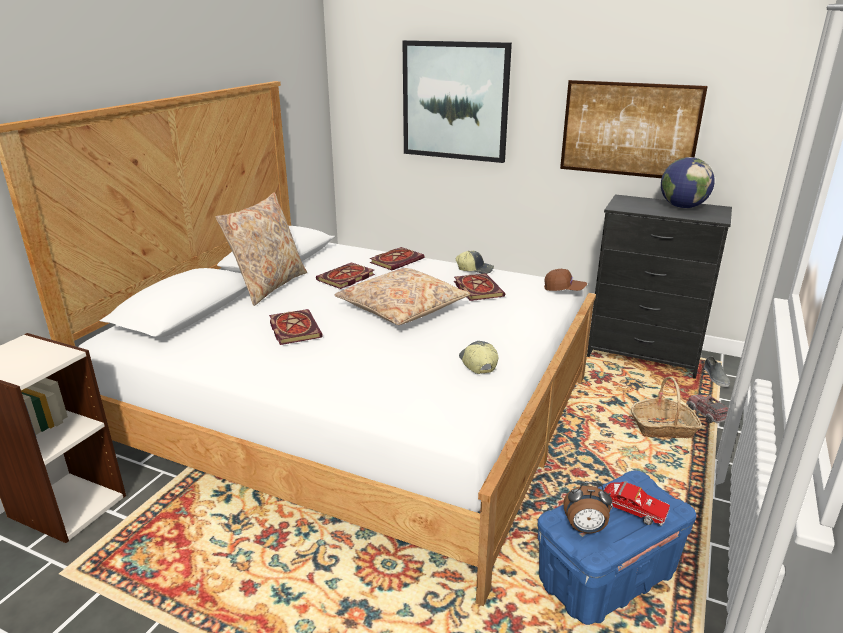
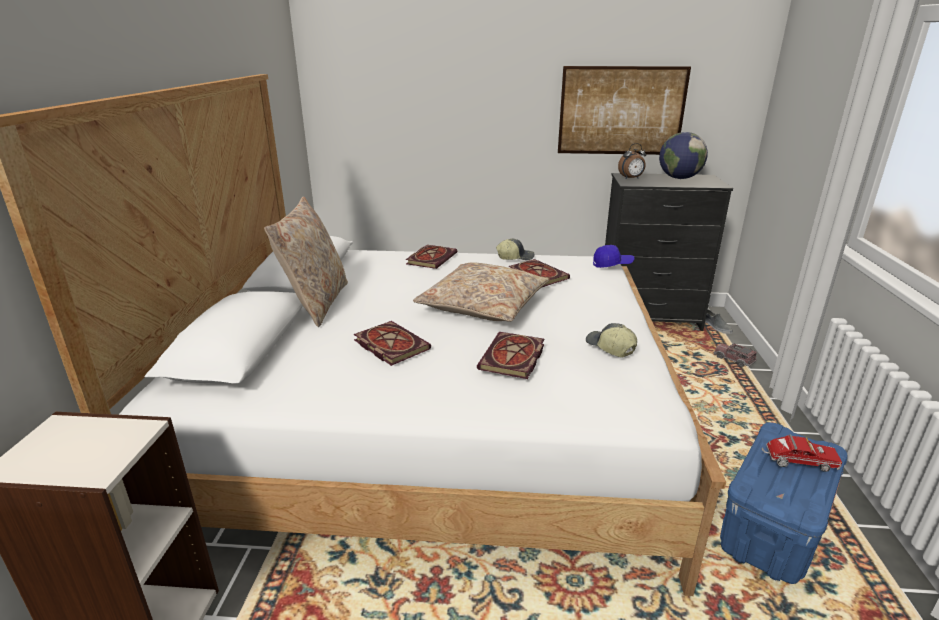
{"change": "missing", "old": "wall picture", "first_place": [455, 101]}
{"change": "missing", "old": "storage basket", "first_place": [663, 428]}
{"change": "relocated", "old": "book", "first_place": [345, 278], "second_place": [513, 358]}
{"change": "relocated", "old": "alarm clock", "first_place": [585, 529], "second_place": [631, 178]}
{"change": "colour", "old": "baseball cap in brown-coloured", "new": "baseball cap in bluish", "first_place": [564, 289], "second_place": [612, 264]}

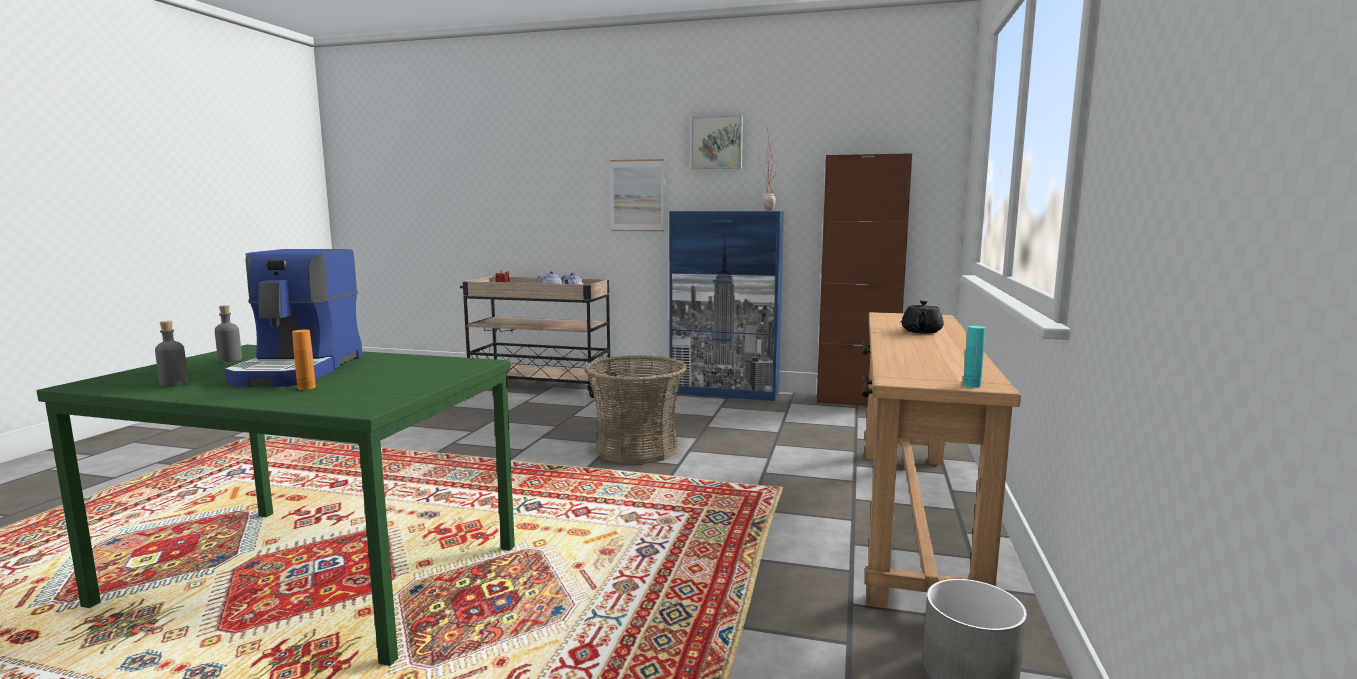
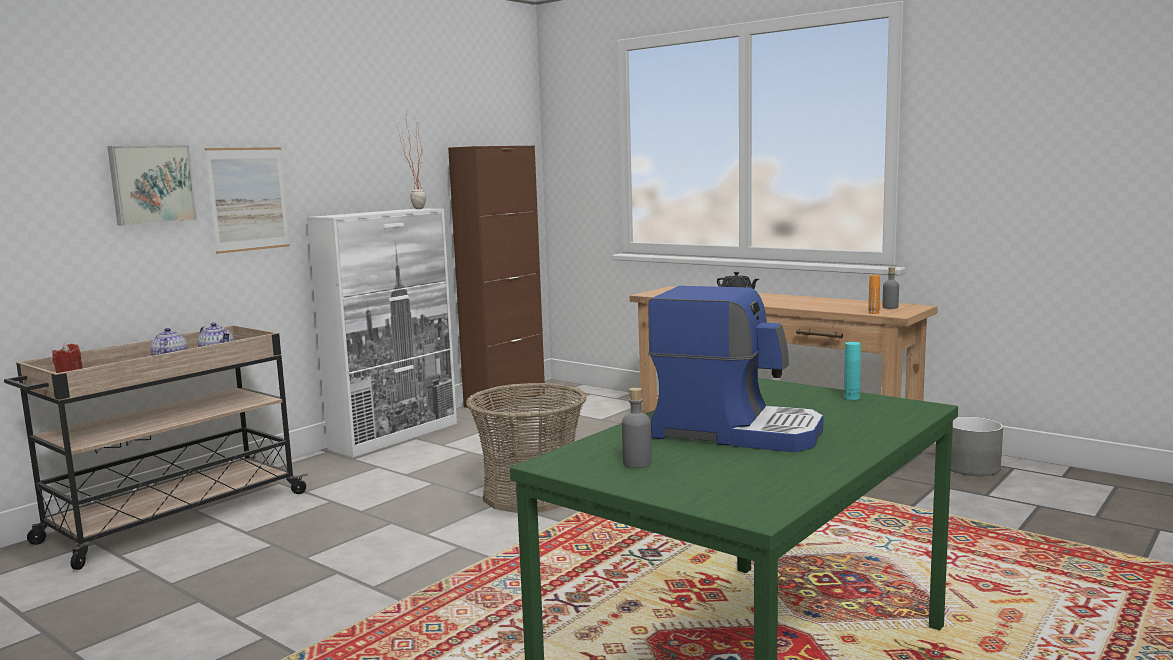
{"change": "relocated", "old": "bottle in grey", "first_place": [174, 383], "second_place": [890, 307]}
{"change": "relocated", "old": "bottle in orangey", "first_place": [306, 388], "second_place": [873, 313]}
{"change": "relocated", "old": "wall picture", "first_place": [717, 142], "second_place": [151, 184]}
{"change": "relocated", "old": "bottle in turquoise", "first_place": [971, 385], "second_place": [851, 397]}
{"change": "colour", "old": "cupboard in bluish", "new": "cupboard in whitish", "first_place": [725, 393], "second_place": [395, 435]}

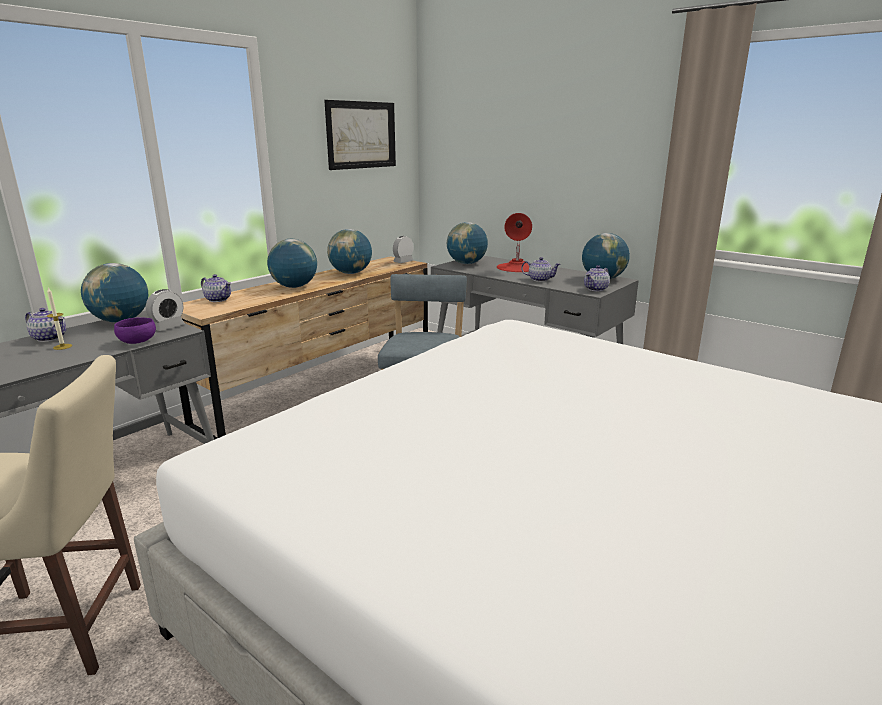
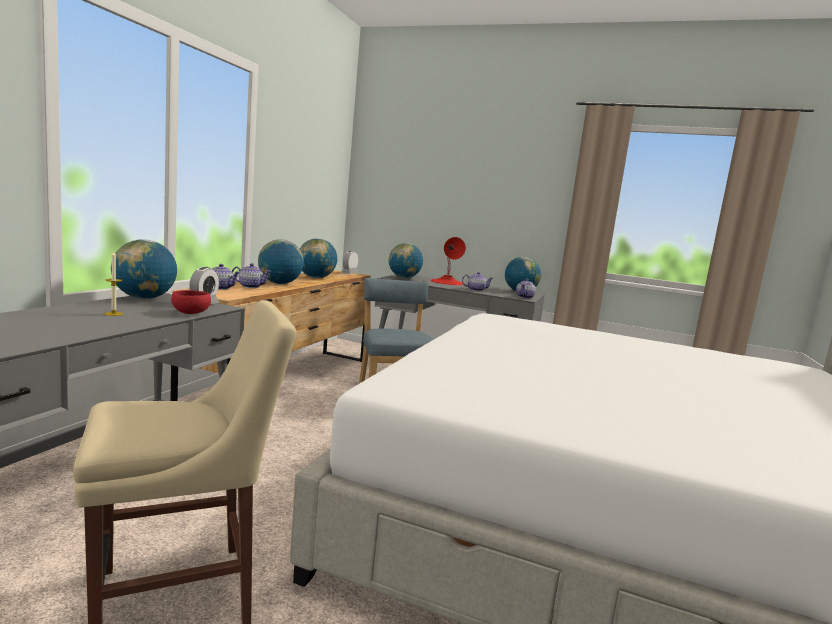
{"change": "missing", "old": "wall picture", "first_place": [361, 135]}
{"change": "relocated", "old": "pot for tea", "first_place": [49, 338], "second_place": [250, 286]}
{"change": "colour", "old": "bowl in purplish", "new": "bowl in reddish", "first_place": [137, 341], "second_place": [190, 313]}

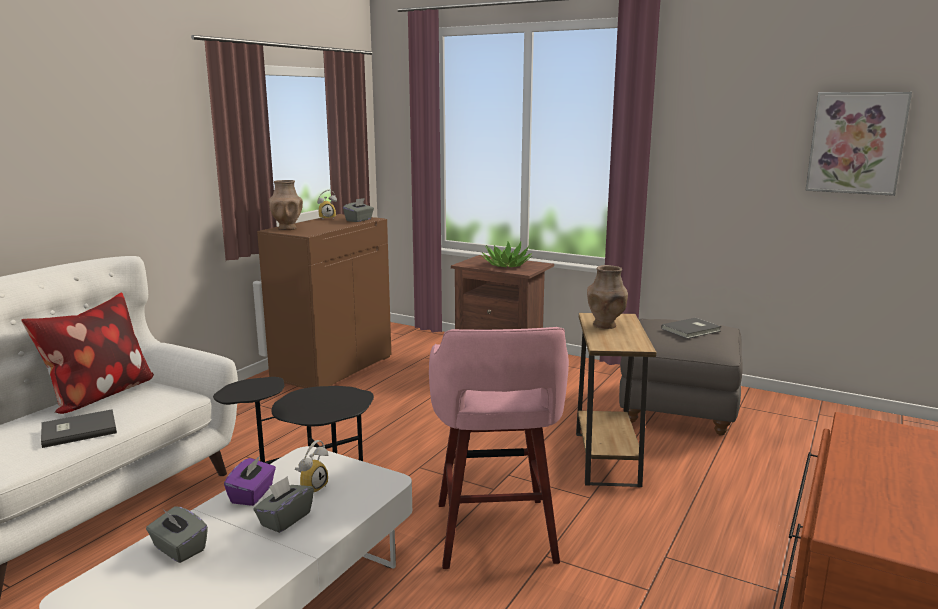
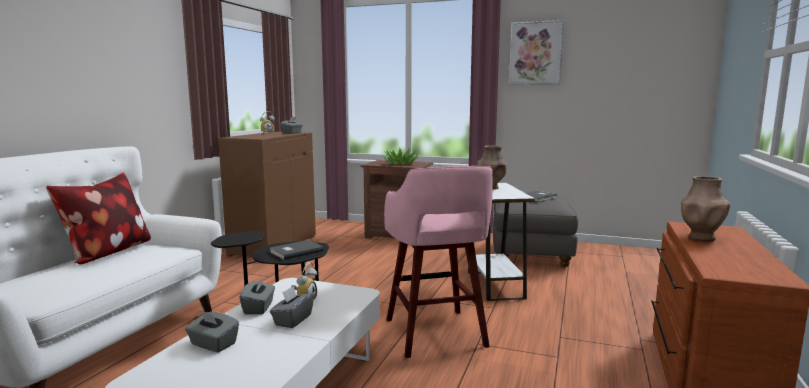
{"change": "relocated", "old": "book in grey", "first_place": [78, 430], "second_place": [295, 251]}
{"change": "relocated", "old": "flower vase in brown-coloured", "first_place": [287, 228], "second_place": [701, 238]}
{"change": "relocated", "old": "wall picture", "first_place": [856, 143], "second_place": [535, 53]}
{"change": "colour", "old": "box of tissues in purplish", "new": "box of tissues in grey", "first_place": [252, 494], "second_place": [259, 308]}
{"change": "colour", "old": "accent table in brown-coloured", "new": "accent table in whitish", "first_place": [606, 458], "second_place": [495, 285]}

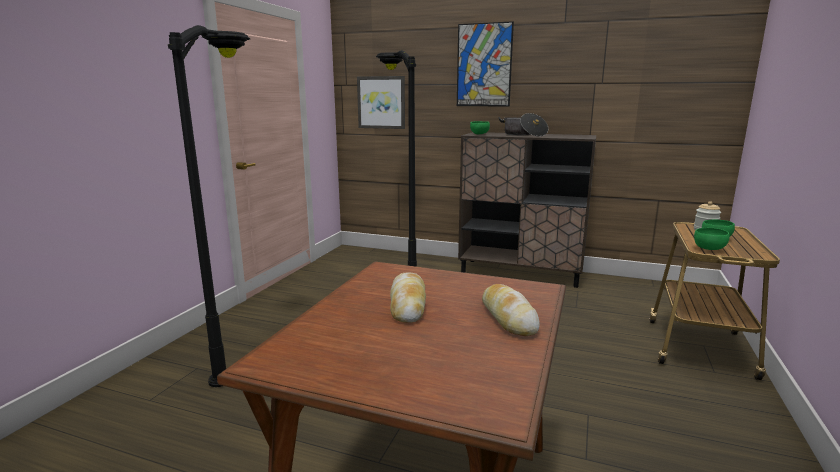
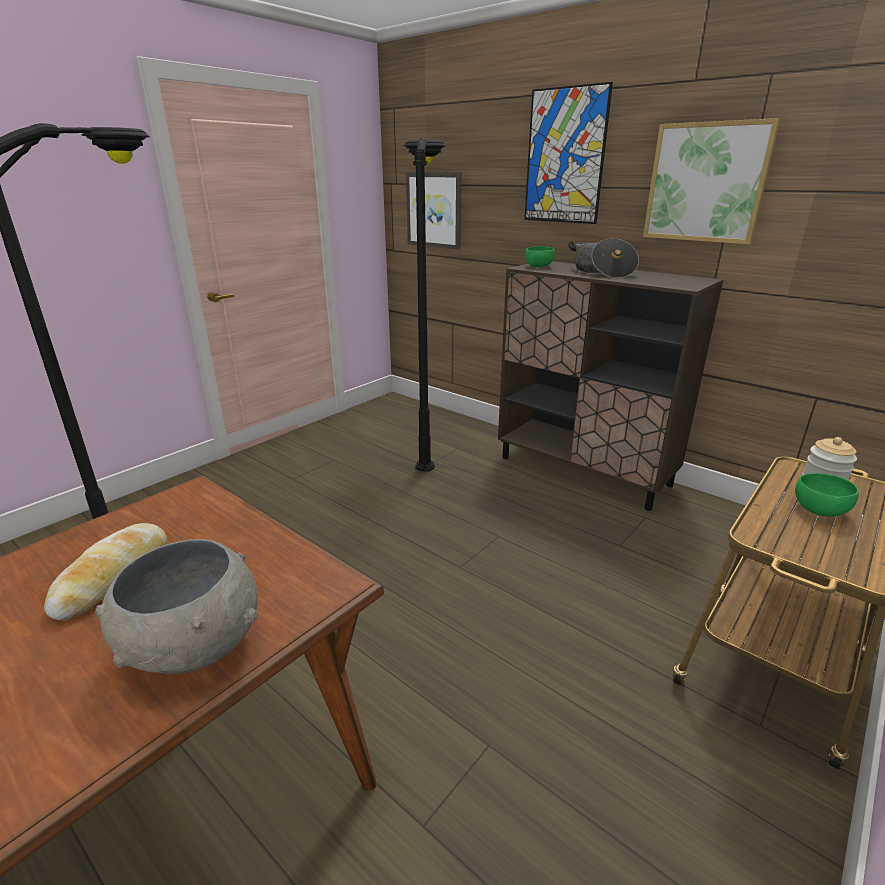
{"change": "missing", "old": "bowl in green", "first_place": [709, 249]}
{"change": "appeared", "new": "wall picture", "second_place": [706, 183]}
{"change": "exchanged", "old": "baked bread", "new": "bowl in grey", "first_place": [508, 317], "second_place": [194, 645]}

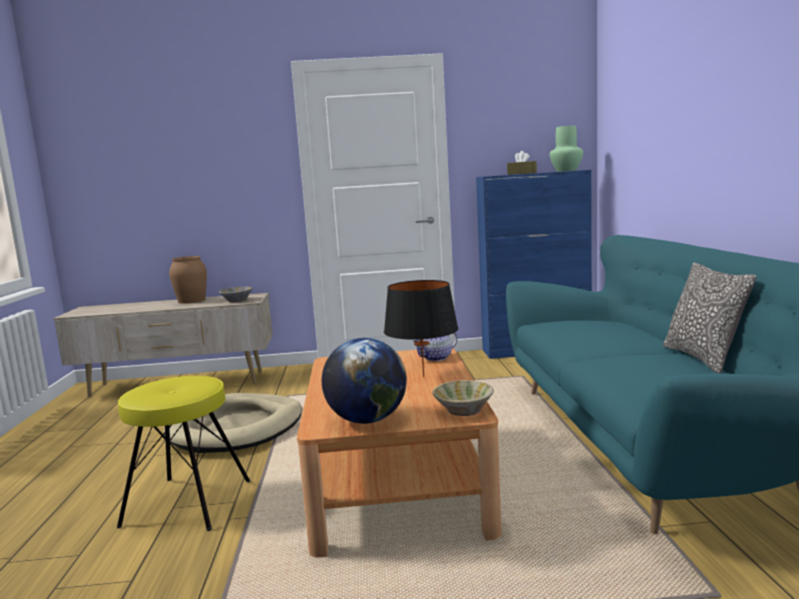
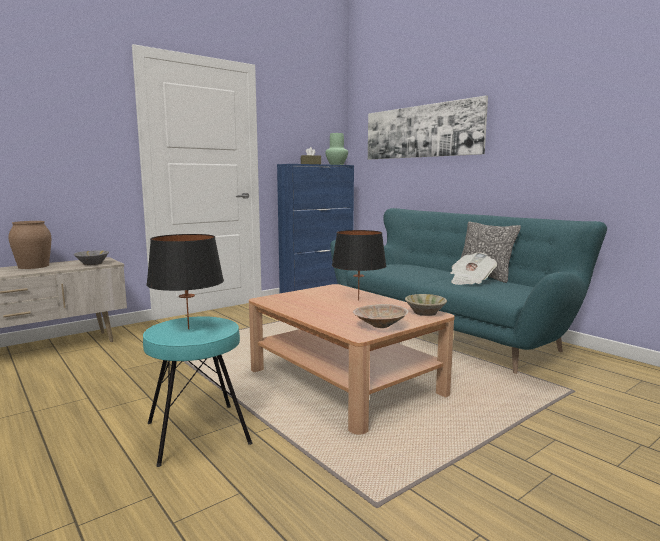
{"change": "missing", "old": "dog bed in sand-coloured", "first_place": [237, 428]}
{"change": "missing", "old": "pot for tea", "first_place": [436, 358]}
{"change": "appeared", "new": "tabletop lamp in black", "second_place": [188, 329]}
{"change": "appeared", "new": "wall picture", "second_place": [421, 131]}
{"change": "appeared", "new": "daily paper", "second_place": [470, 281]}
{"change": "exchanged", "old": "world globe", "new": "bowl in sand-coloured", "first_place": [367, 420], "second_place": [379, 326]}
{"change": "colour", "old": "stool seat in yellow-coloured", "new": "stool seat in turquoise", "first_place": [188, 502], "second_place": [198, 432]}

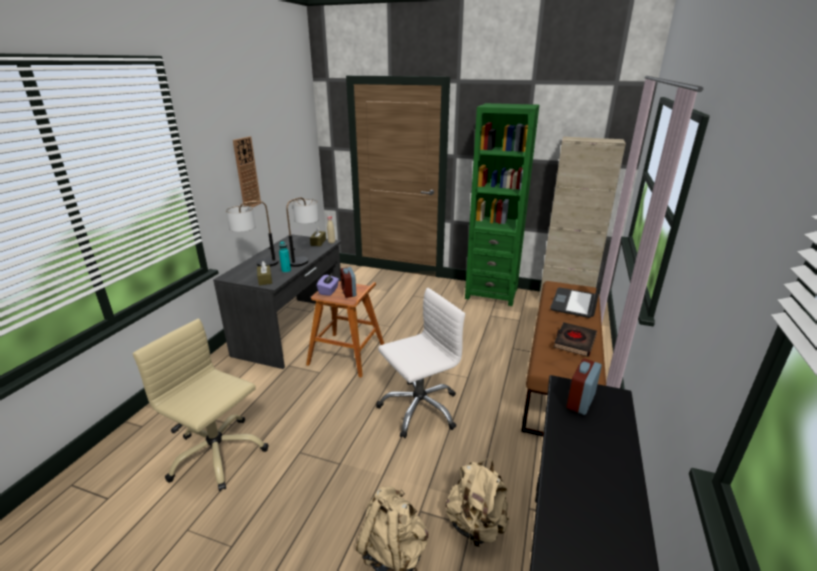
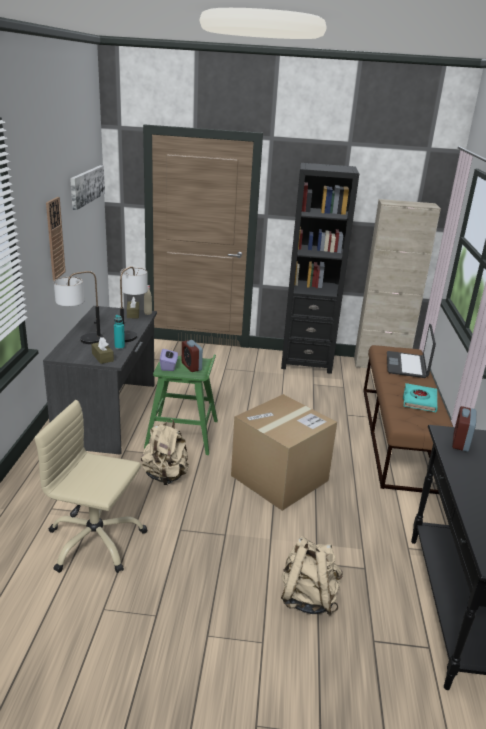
{"change": "appeared", "new": "wall picture", "second_place": [86, 186]}
{"change": "relocated", "old": "rucksack in sand-coloured", "first_place": [476, 525], "second_place": [166, 476]}
{"change": "exchanged", "old": "computer chair in whitish", "new": "cardboard box", "first_place": [419, 408], "second_place": [279, 478]}
{"change": "colour", "old": "stool seat in brown-coloured", "new": "stool seat in green", "first_place": [347, 354], "second_place": [183, 434]}
{"change": "colour", "old": "bookshelf in green", "new": "bookshelf in black", "first_place": [491, 293], "second_place": [306, 362]}
{"change": "colour", "old": "book in black", "new": "book in turquoise", "first_place": [574, 342], "second_place": [419, 400]}

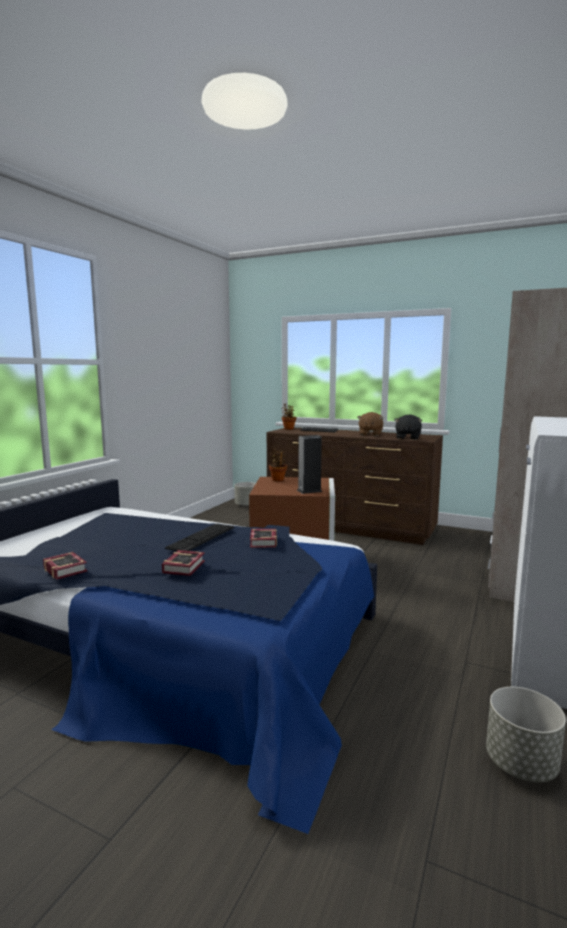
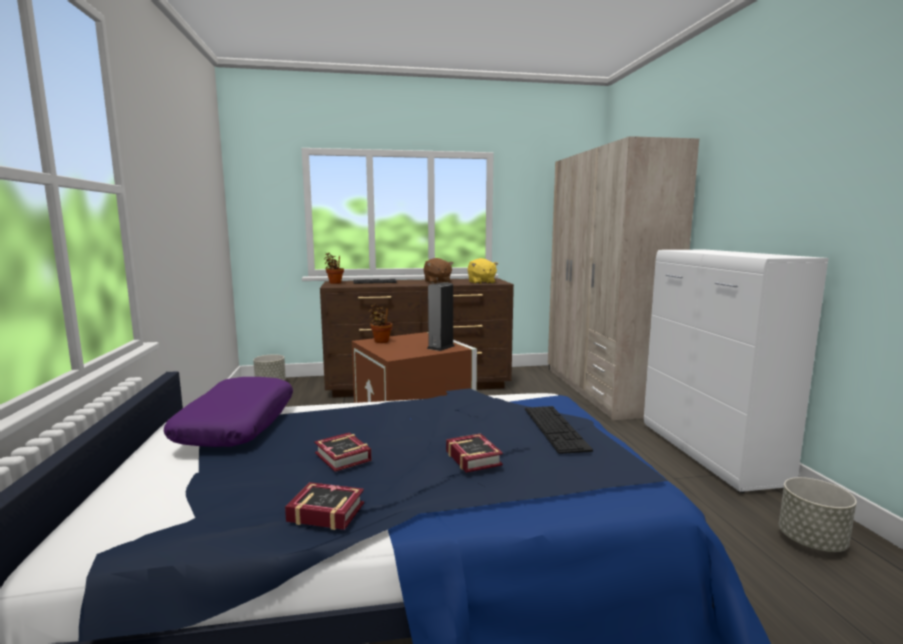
{"change": "appeared", "new": "pillow in purplish", "second_place": [236, 424]}
{"change": "relocated", "old": "computer keyboard", "first_place": [201, 537], "second_place": [555, 428]}
{"change": "relocated", "old": "book", "first_place": [262, 542], "second_place": [342, 458]}
{"change": "colour", "old": "soft toy in black", "new": "soft toy in yellow-coloured", "first_place": [407, 438], "second_place": [481, 282]}

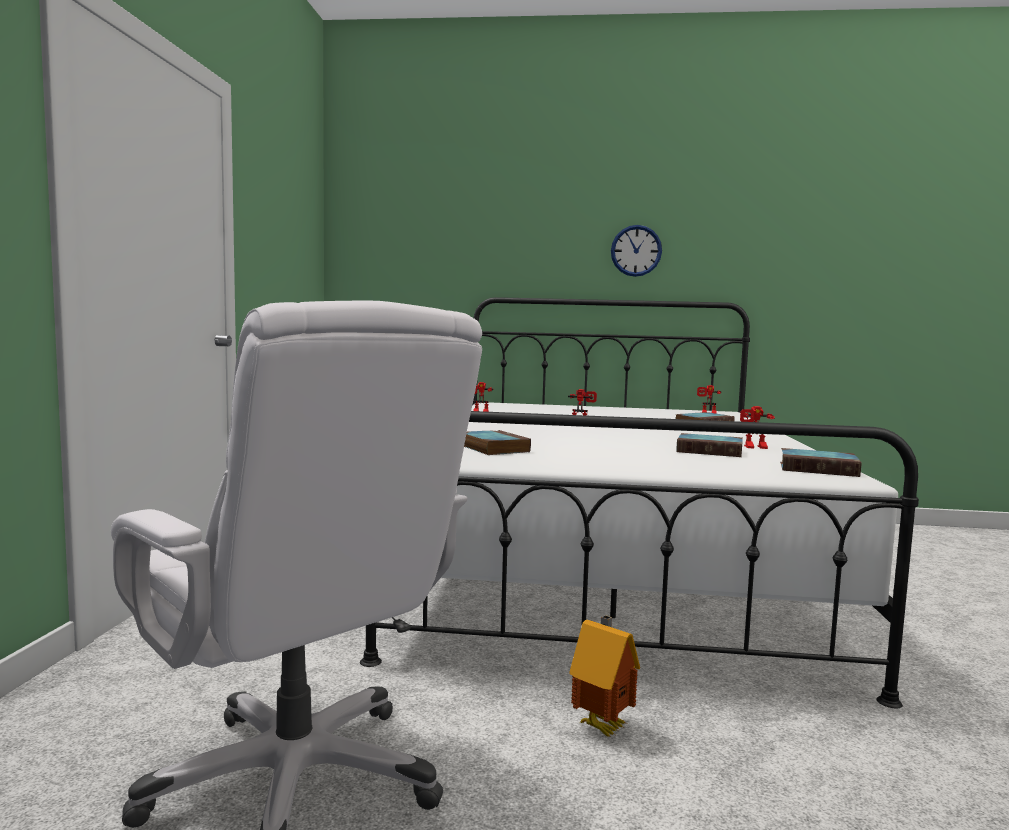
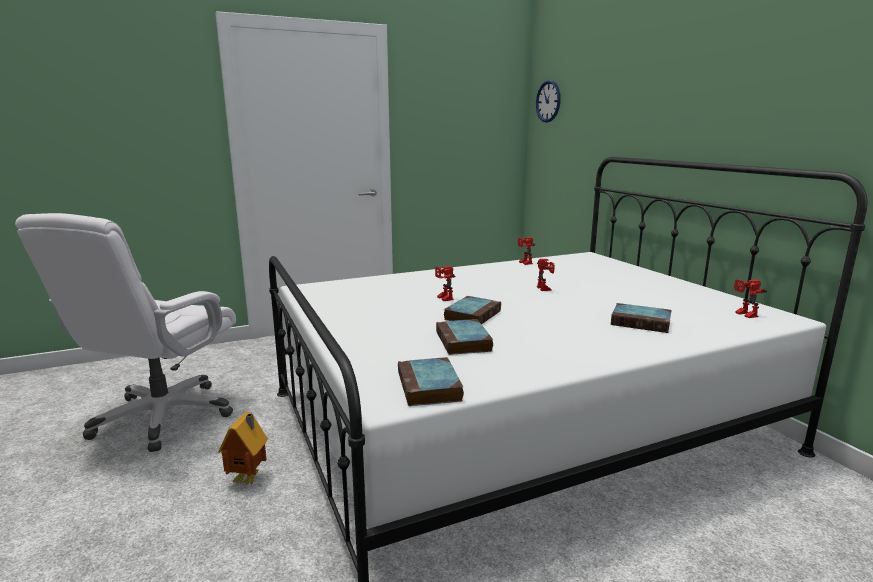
{"change": "relocated", "old": "book", "first_place": [492, 448], "second_place": [472, 315]}
{"change": "relocated", "old": "hanging clock", "first_place": [636, 251], "second_place": [548, 101]}
{"change": "relocated", "old": "robot figure", "first_place": [755, 447], "second_place": [442, 298]}

